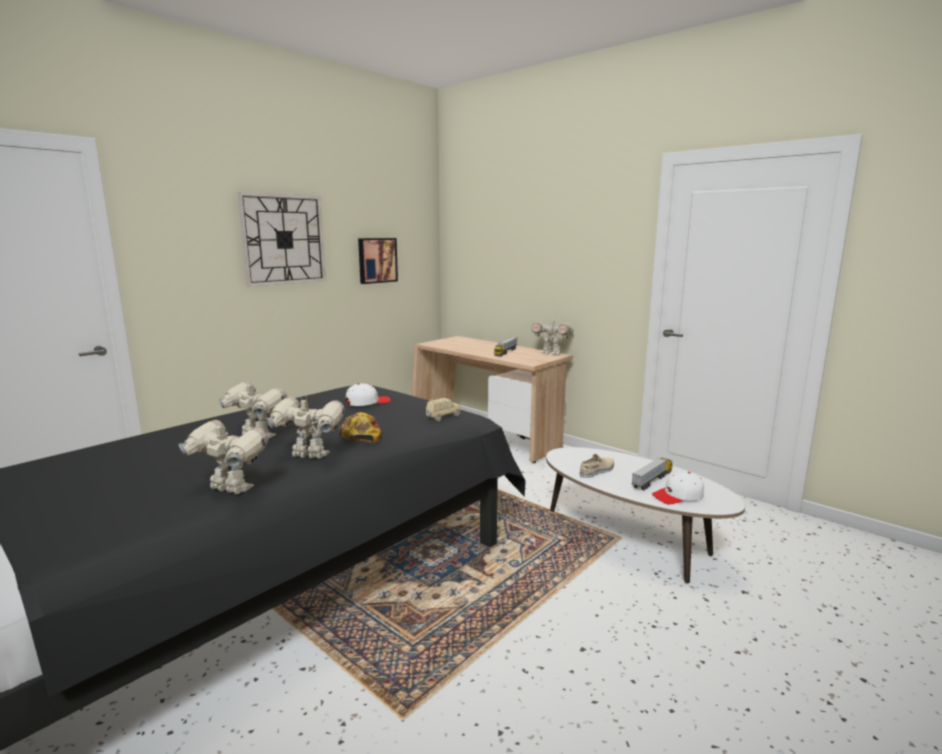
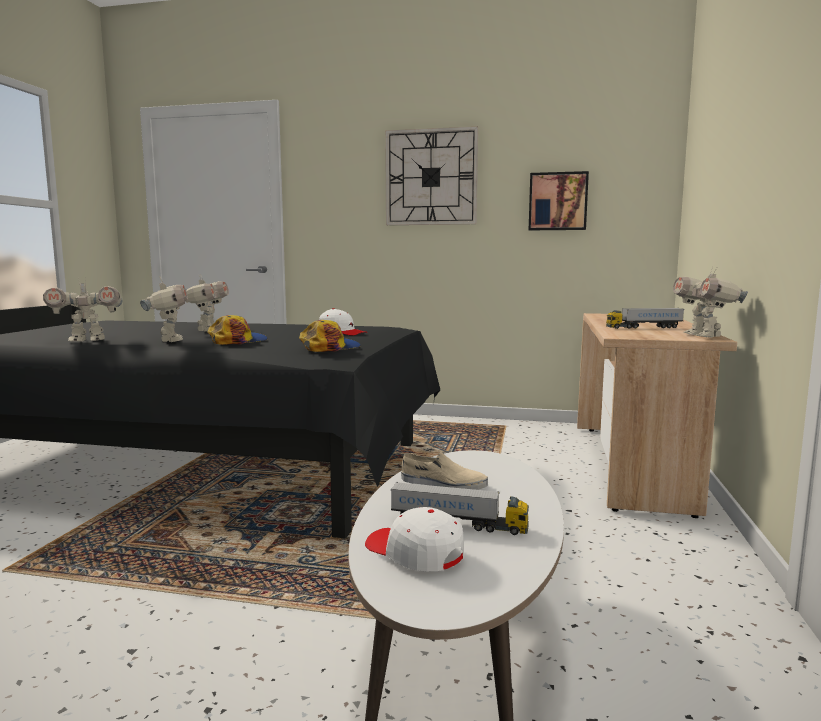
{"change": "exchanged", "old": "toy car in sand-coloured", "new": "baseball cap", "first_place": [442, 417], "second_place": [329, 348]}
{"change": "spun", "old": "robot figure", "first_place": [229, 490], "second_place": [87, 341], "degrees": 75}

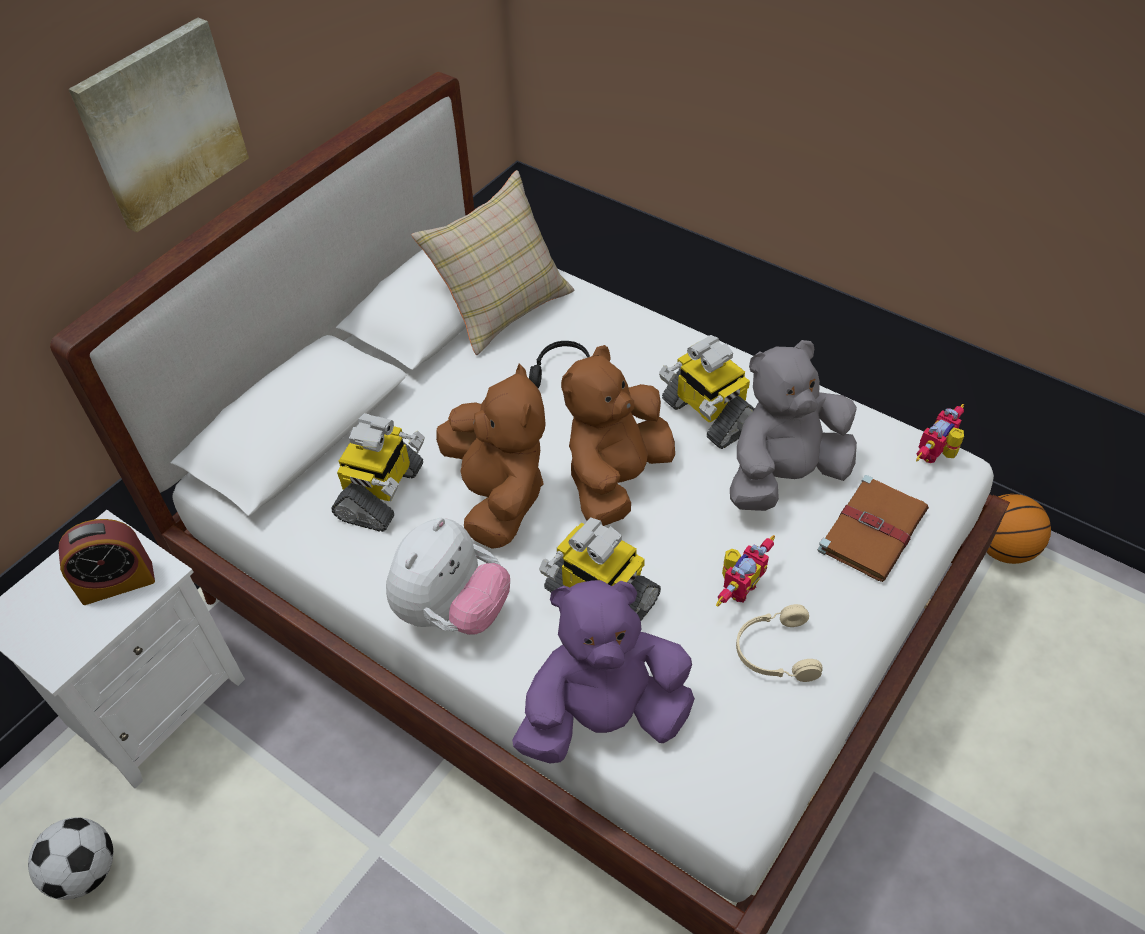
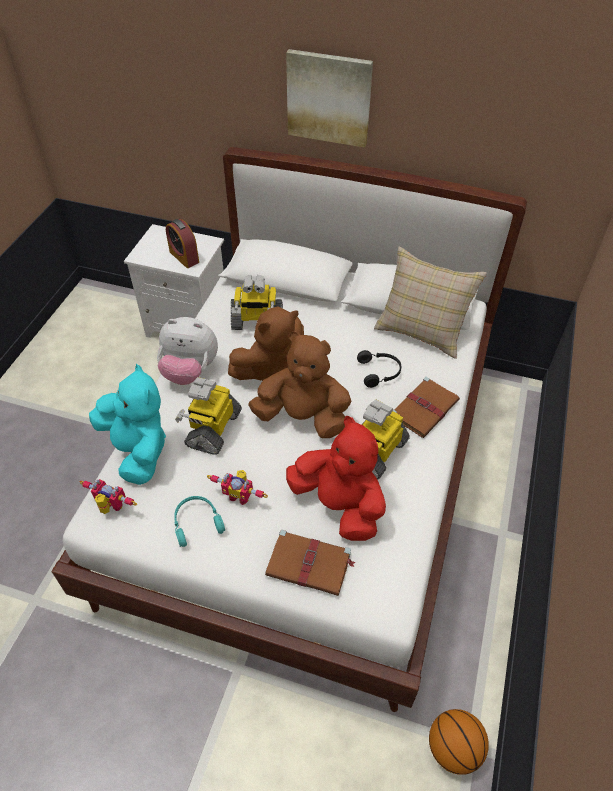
{"change": "missing", "old": "football ball", "first_place": [85, 871]}
{"change": "appeared", "new": "book in brown-coloured", "second_place": [425, 408]}
{"change": "relocated", "old": "robot figure", "first_place": [938, 456], "second_place": [111, 508]}
{"change": "colour", "old": "soft toy in purplish", "new": "soft toy in turquoise", "first_place": [604, 717], "second_place": [138, 450]}
{"change": "colour", "old": "soft toy in grey", "new": "soft toy in reddish", "first_place": [784, 476], "second_place": [339, 505]}
{"change": "colour", "old": "headphones in sand-coloured", "new": "headphones in turquoise", "first_place": [774, 652], "second_place": [197, 522]}

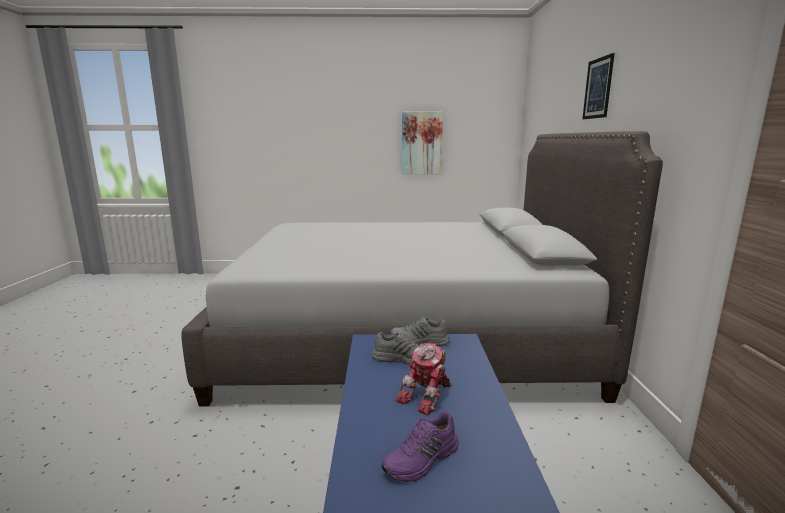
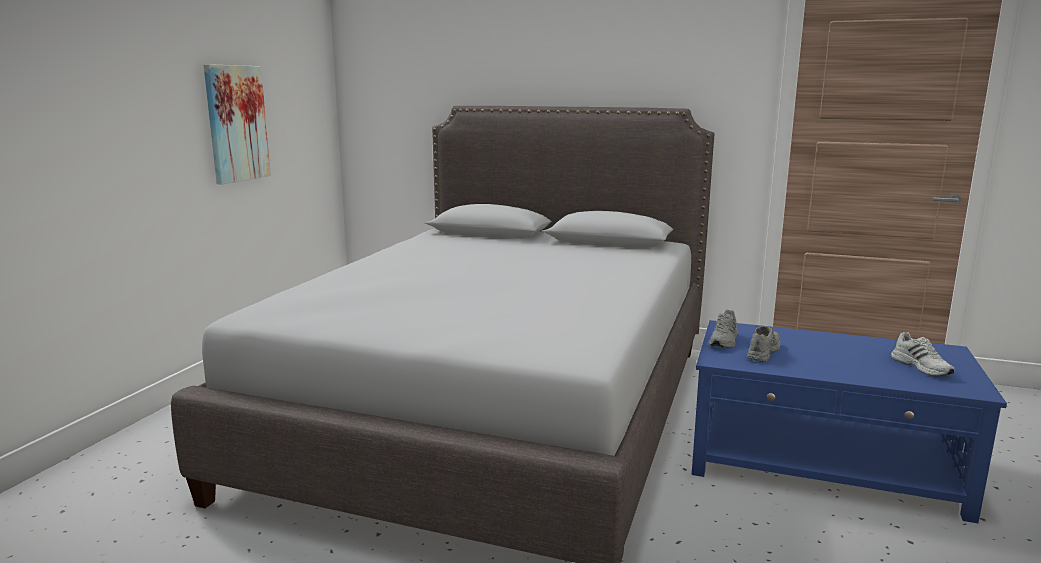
{"change": "missing", "old": "robot figure", "first_place": [427, 396]}
{"change": "missing", "old": "wall picture", "first_place": [598, 88]}
{"change": "colour", "old": "item of footwear in purplish", "new": "item of footwear in whitish", "first_place": [422, 460], "second_place": [922, 367]}

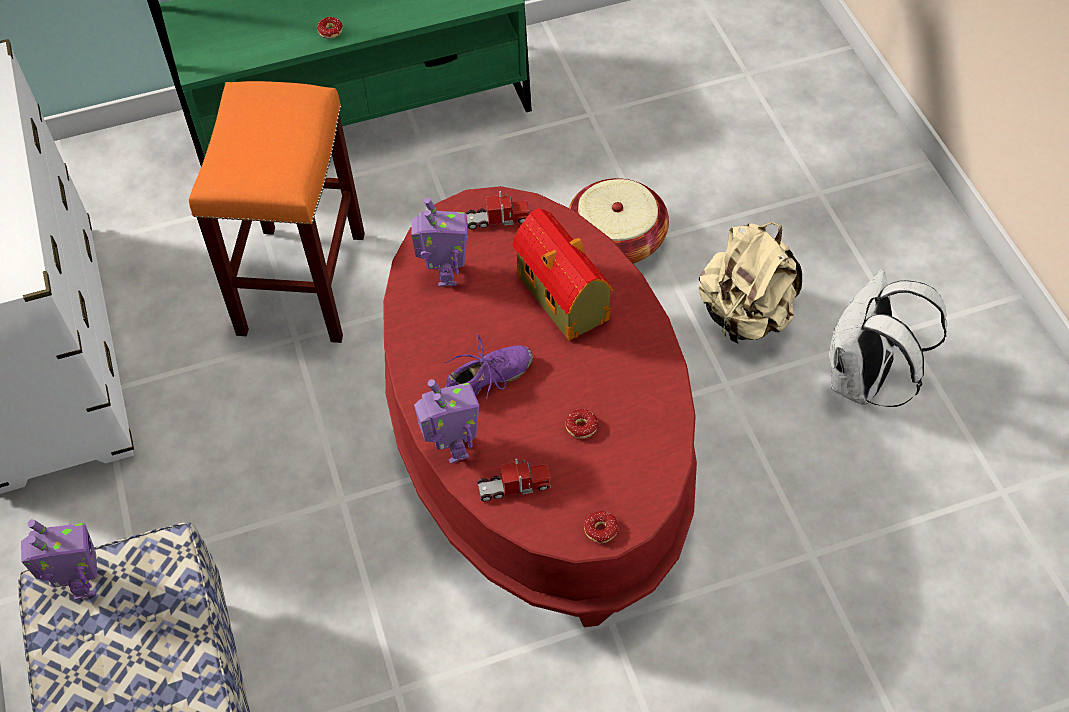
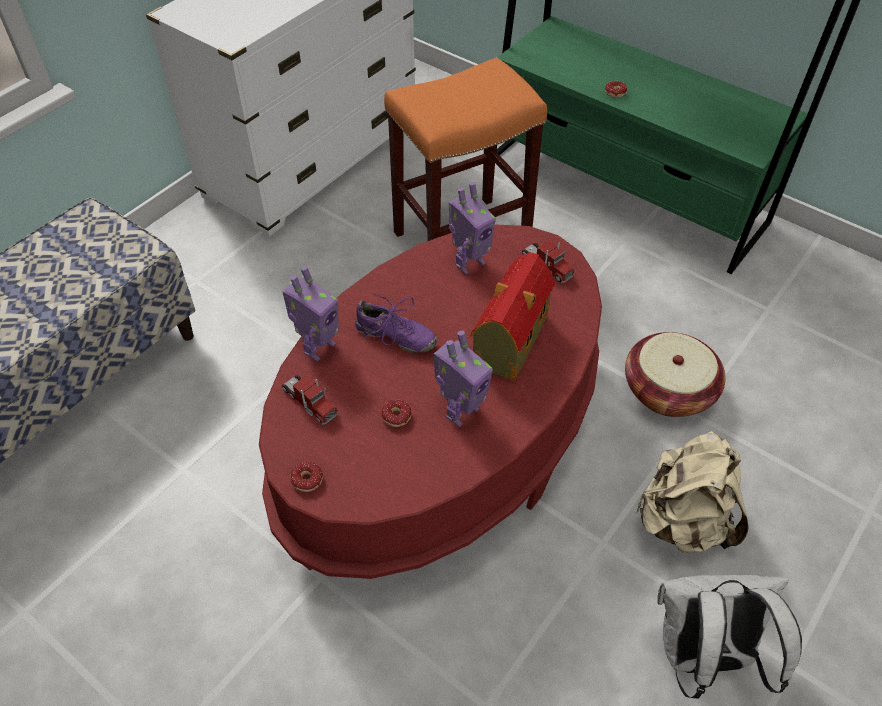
{"change": "relocated", "old": "robot figure", "first_place": [82, 583], "second_place": [460, 411]}

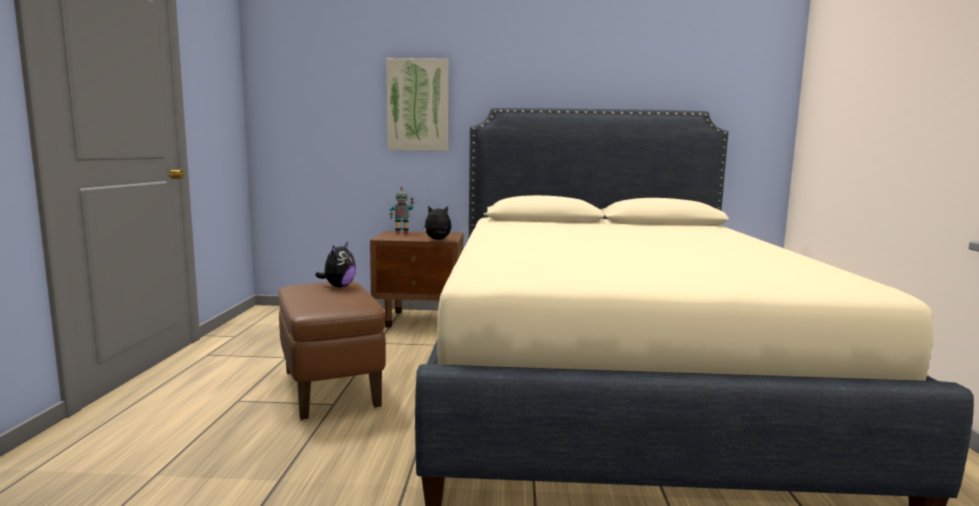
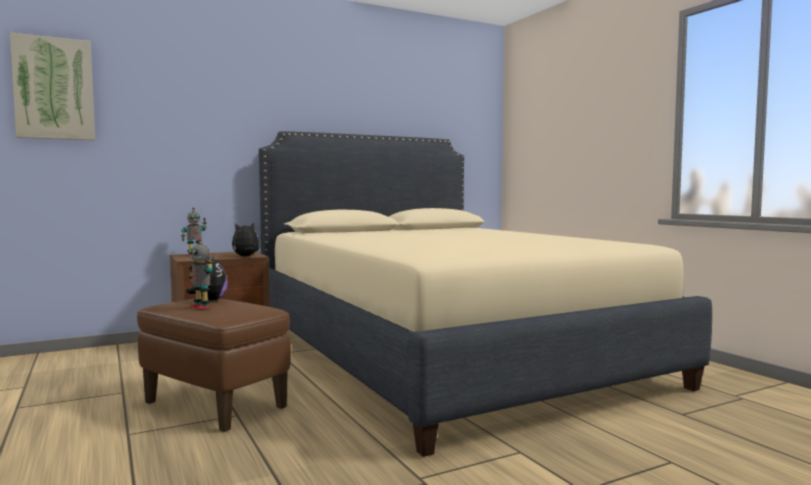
{"change": "appeared", "new": "robot figure", "second_place": [201, 307]}
{"change": "relocated", "old": "wall picture", "first_place": [418, 105], "second_place": [54, 89]}

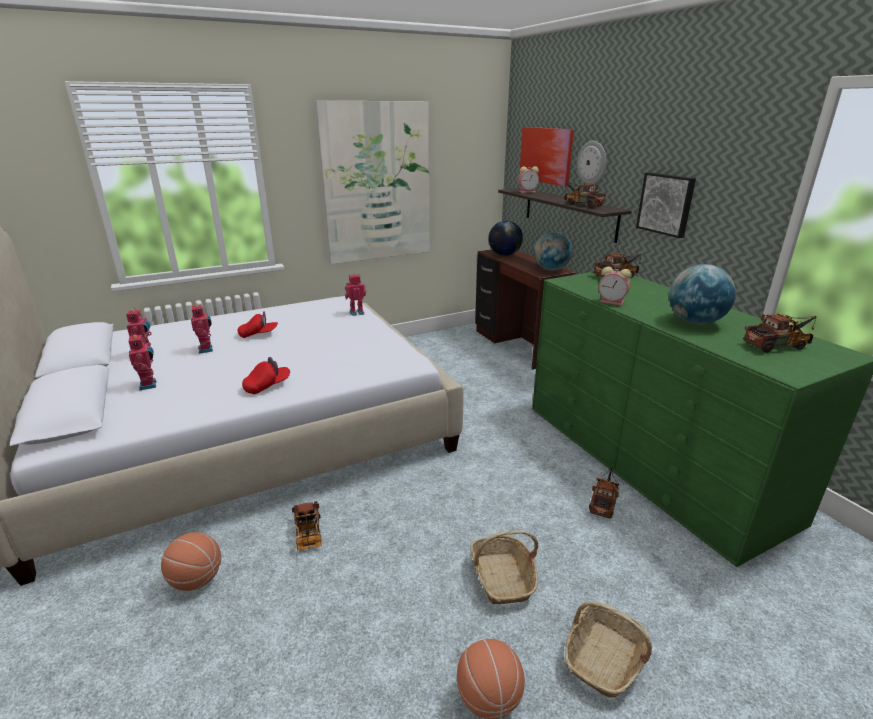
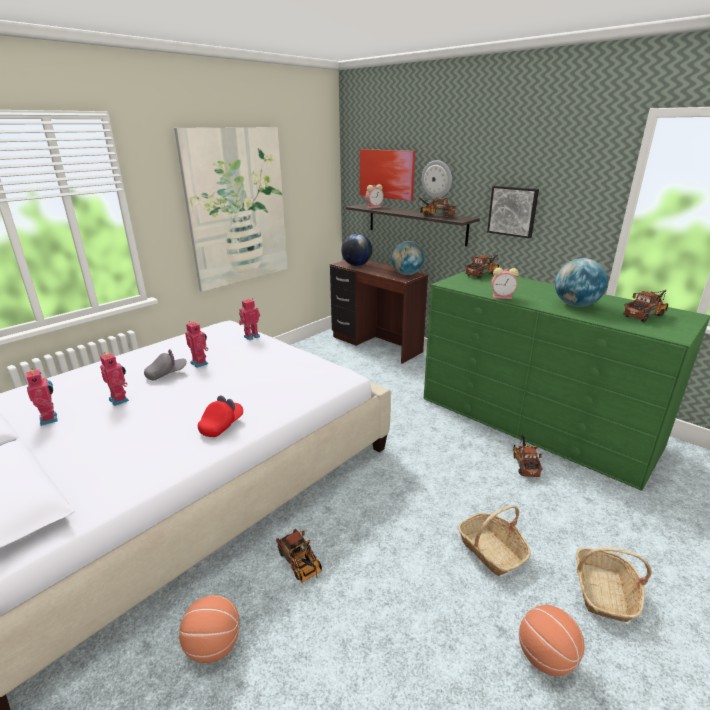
{"change": "relocated", "old": "robot figure", "first_place": [149, 385], "second_place": [200, 363]}
{"change": "colour", "old": "baseball cap in reddish", "new": "baseball cap in grey", "first_place": [258, 334], "second_place": [167, 374]}

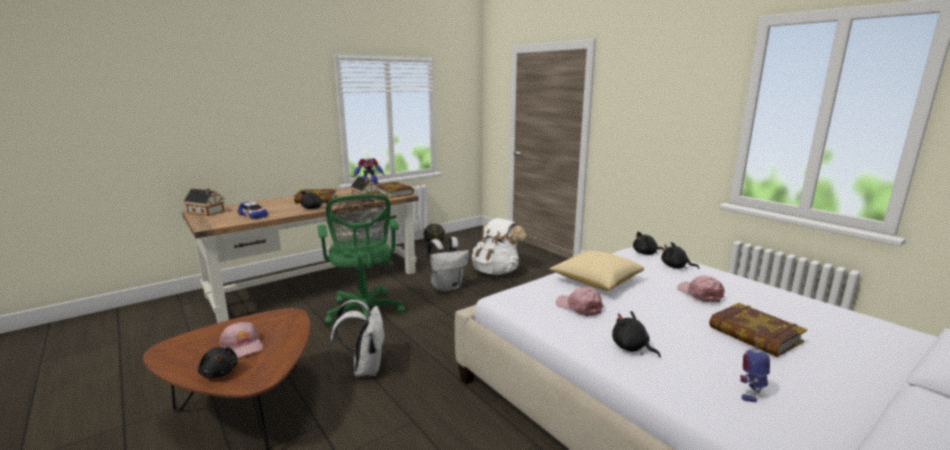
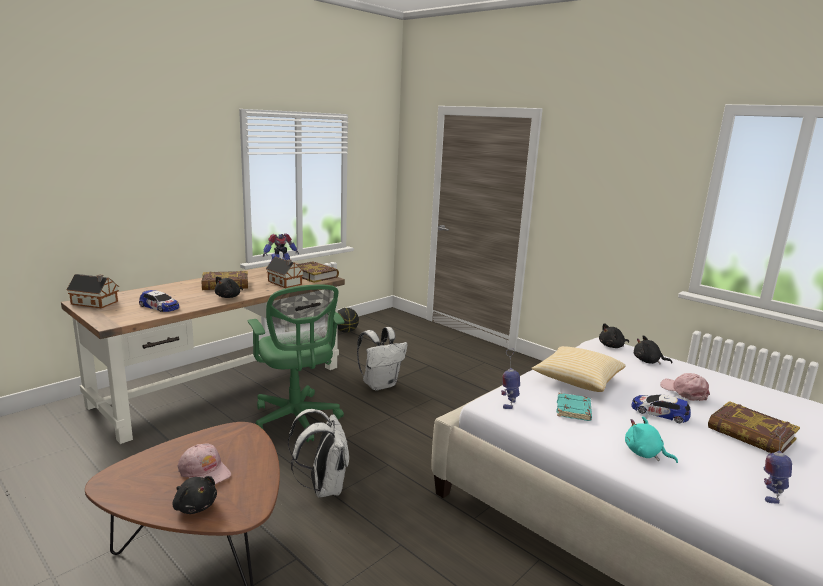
{"change": "missing", "old": "rucksack in whitish", "first_place": [496, 271]}
{"change": "appeared", "new": "robot figure", "second_place": [509, 403]}
{"change": "appeared", "new": "toy car", "second_place": [659, 412]}
{"change": "exchanged", "old": "baseball cap in pinkish", "new": "book in turquoise", "first_place": [579, 307], "second_place": [574, 410]}
{"change": "colour", "old": "soft toy in black", "new": "soft toy in turquoise", "first_place": [631, 348], "second_place": [645, 454]}

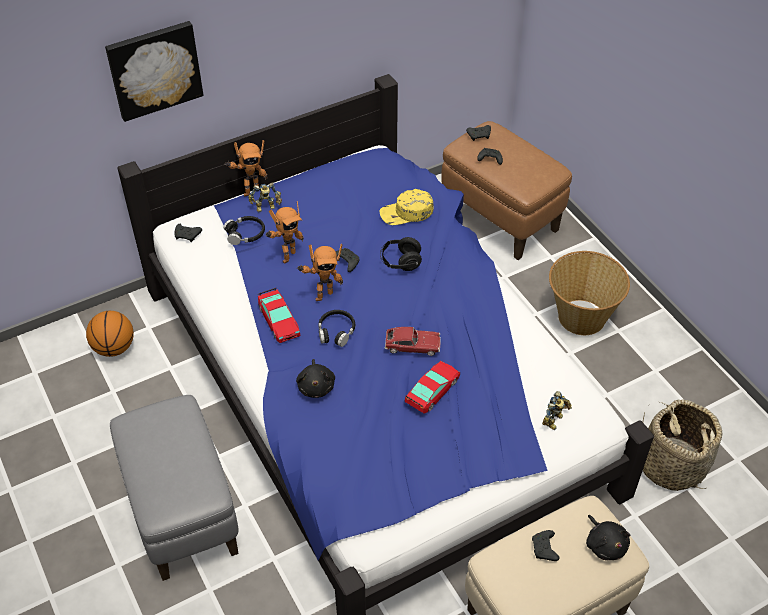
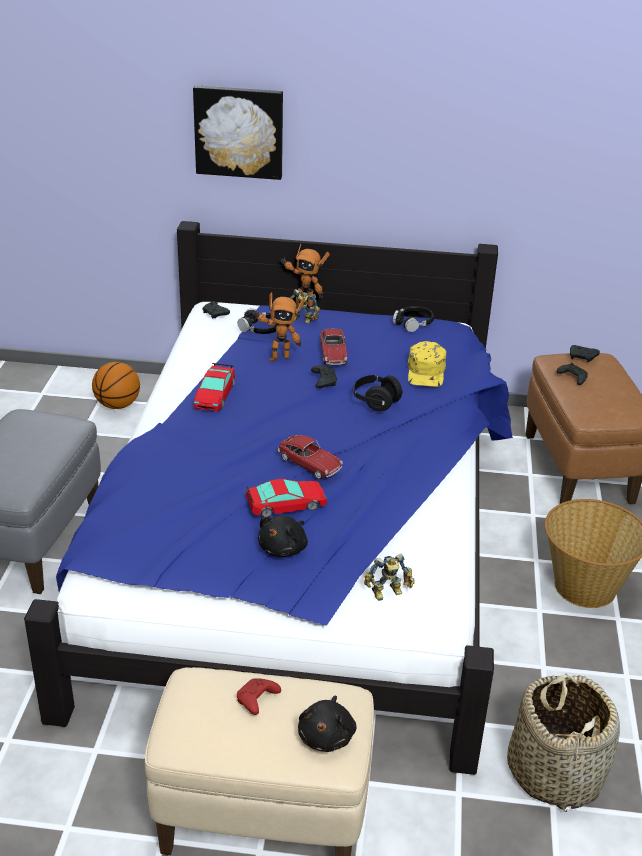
{"change": "missing", "old": "robot figure", "first_place": [322, 294]}
{"change": "appeared", "new": "toy car", "second_place": [333, 353]}
{"change": "relocated", "old": "soft toy in black", "first_place": [316, 386], "second_place": [284, 548]}
{"change": "relocated", "old": "headphones in black", "first_place": [336, 331], "second_place": [413, 323]}
{"change": "colour", "old": "gamepad in black", "new": "gamepad in reddish", "first_place": [544, 549], "second_place": [256, 700]}
{"change": "spun", "old": "baseball cap in yellow-coloured", "first_place": [406, 213], "second_place": [426, 372], "degrees": -105}

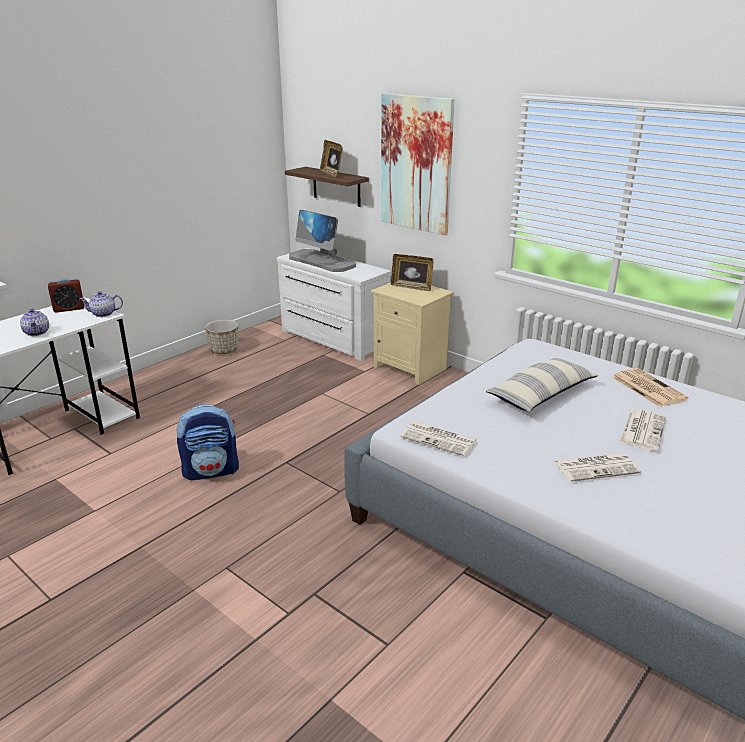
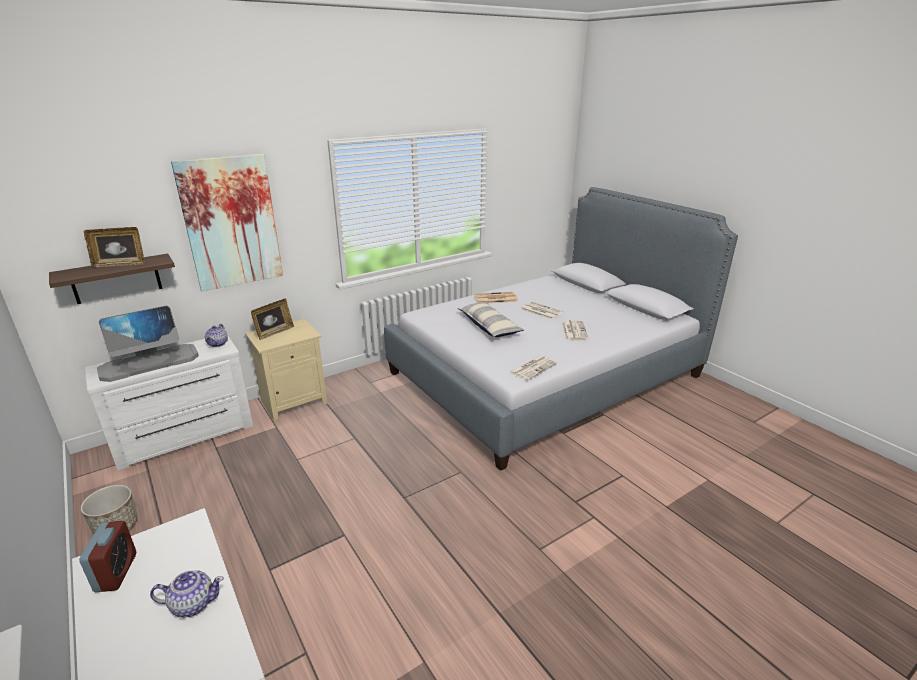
{"change": "missing", "old": "rucksack", "first_place": [211, 471]}
{"change": "relocated", "old": "pot for tea", "first_place": [104, 314], "second_place": [218, 344]}

